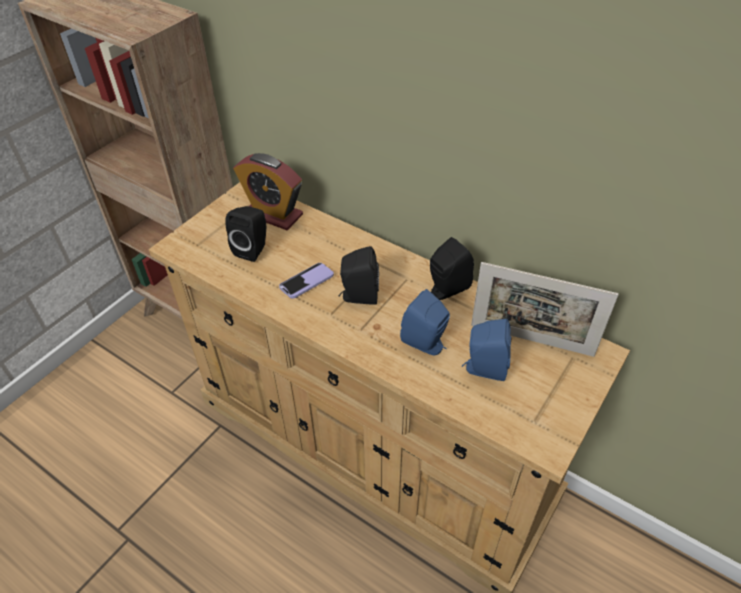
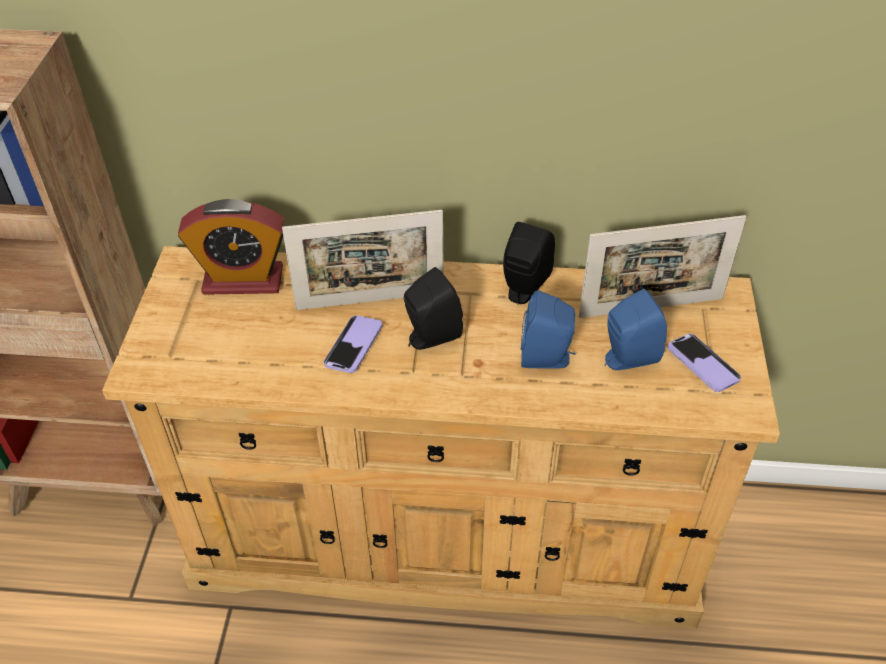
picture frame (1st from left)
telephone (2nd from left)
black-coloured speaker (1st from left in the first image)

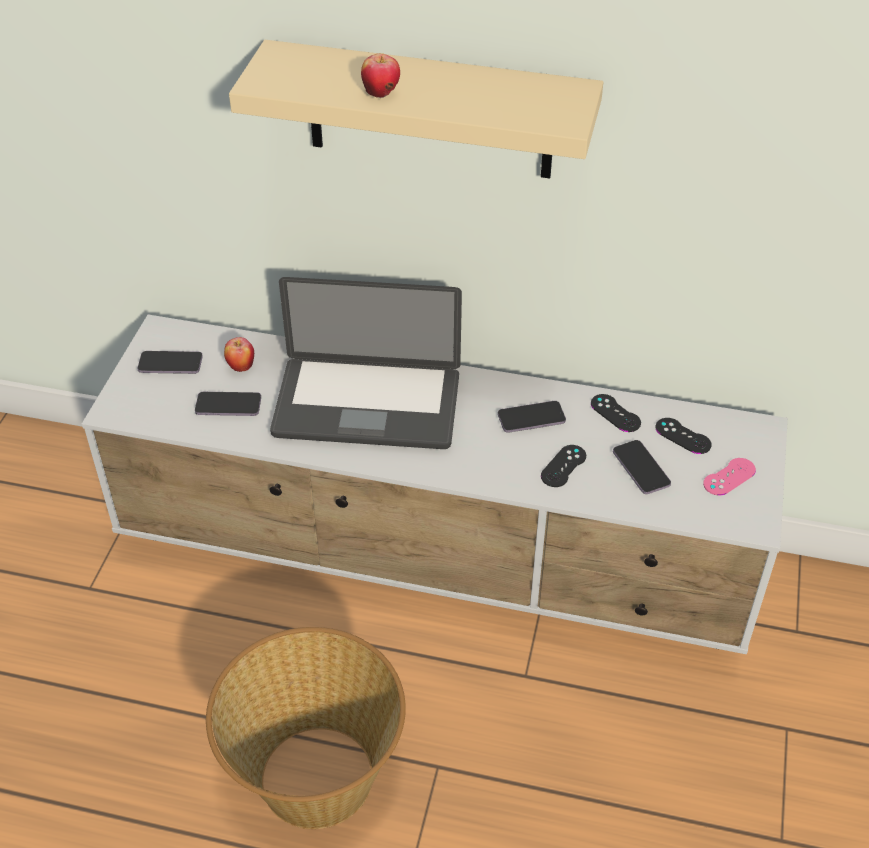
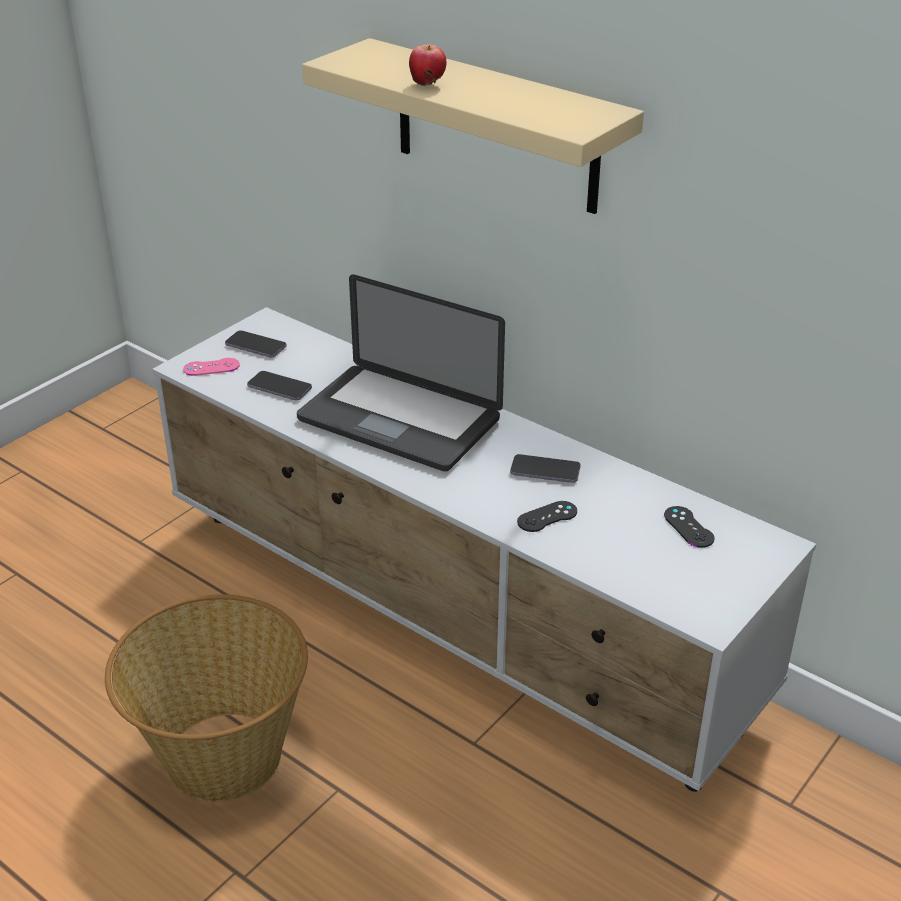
pink-coloured game controller
apple (1st from left in the first image)
black-coloured game controller (2nd from left in the first image)
telephone (4th from left in the first image)

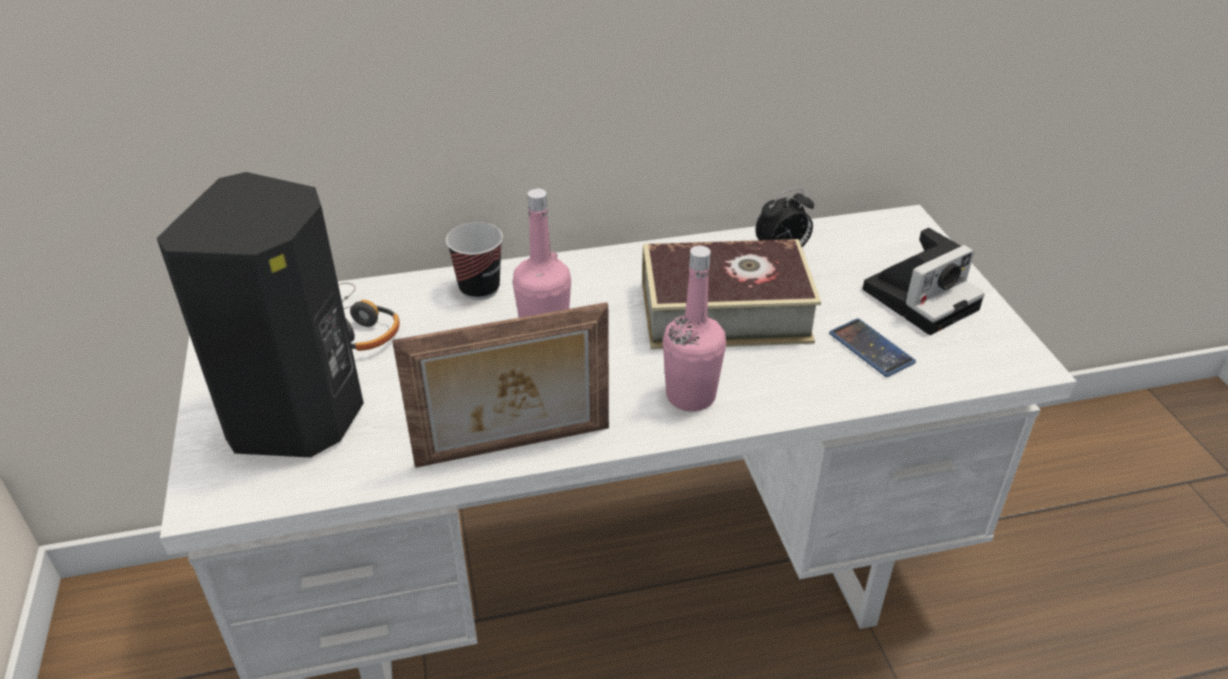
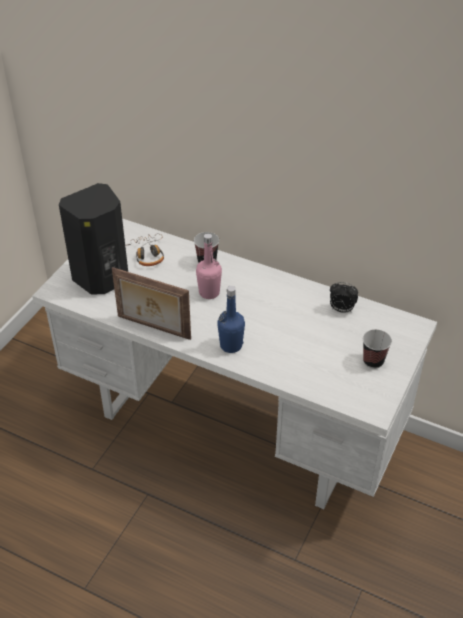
blue bottle
cup (2nd from left)
book
telephone

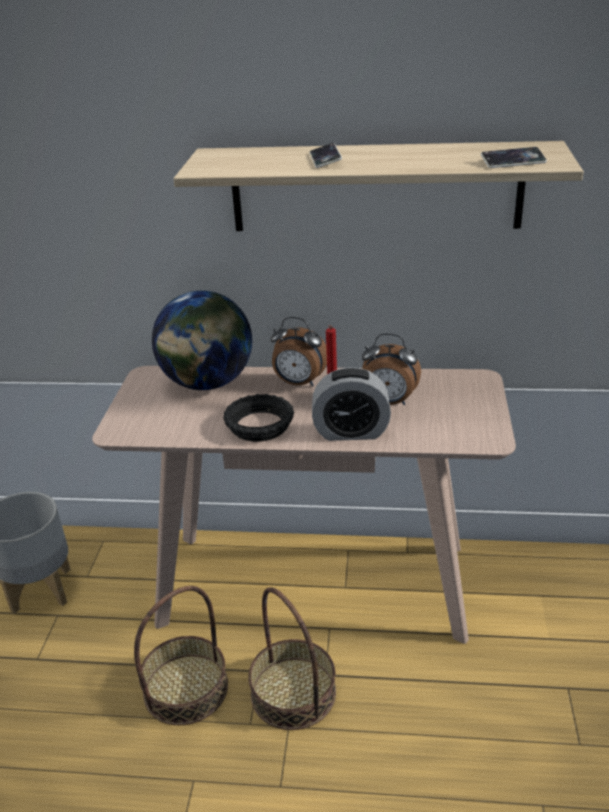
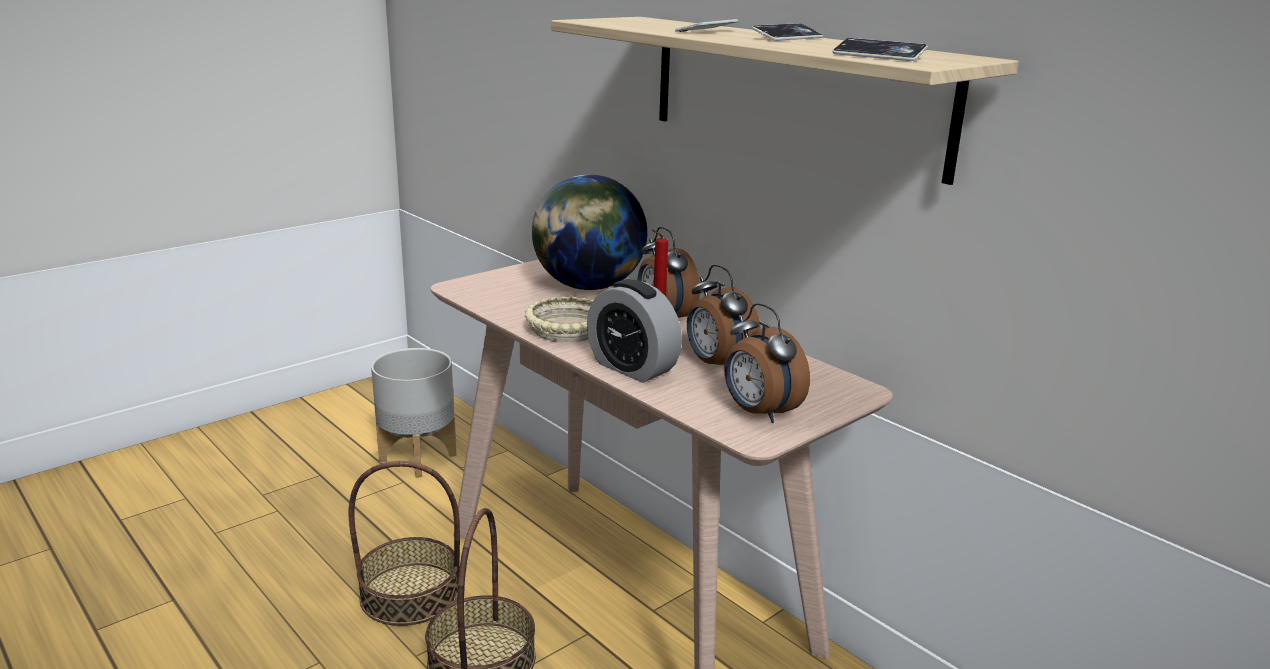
beige-coloured bowl
bedside clock (4th from left)
telephone (2nd from left)

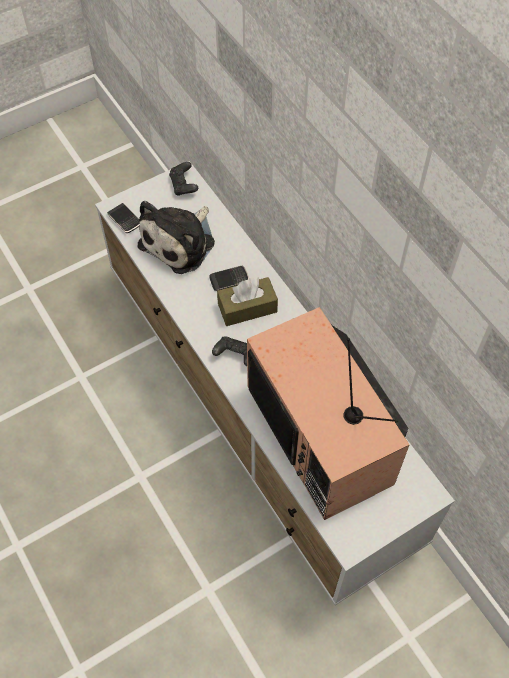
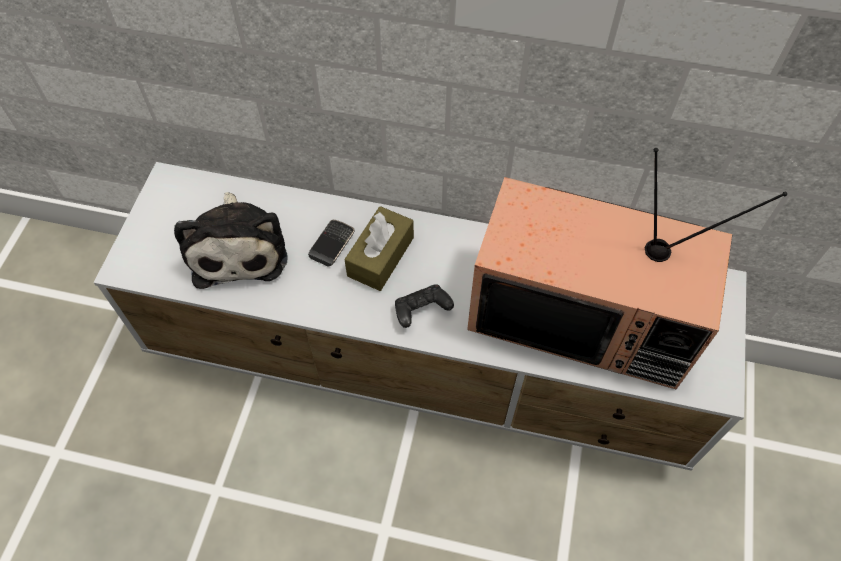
telephone (1st from left in the first image)
black-coloured game controller (1st from left in the first image)

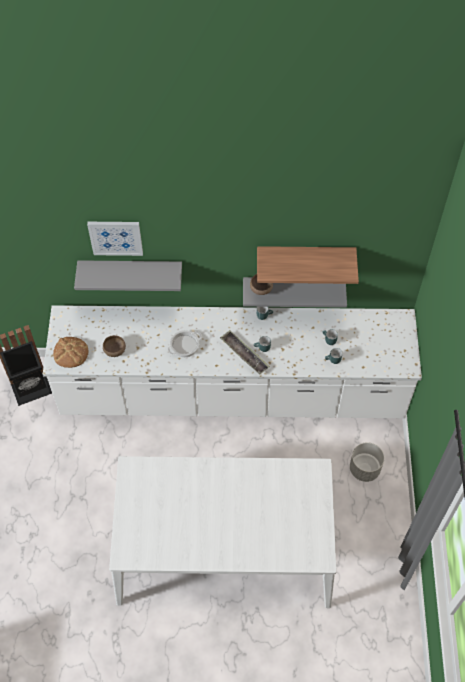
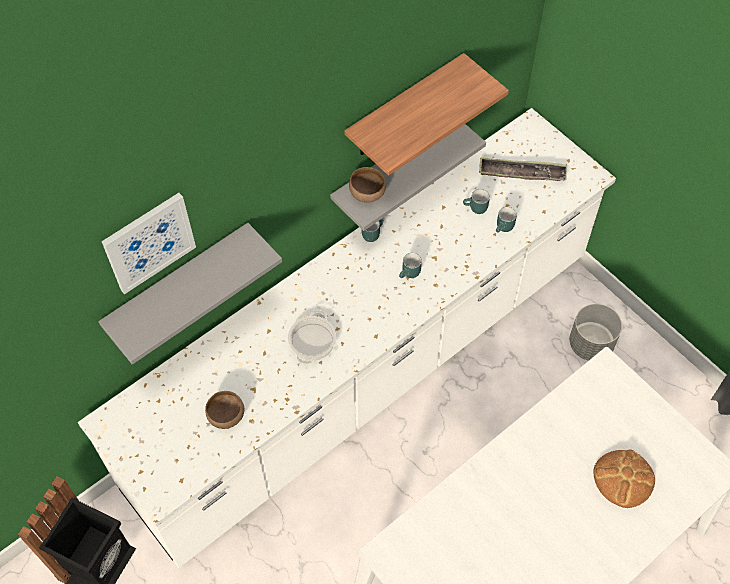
tray
bakery bread

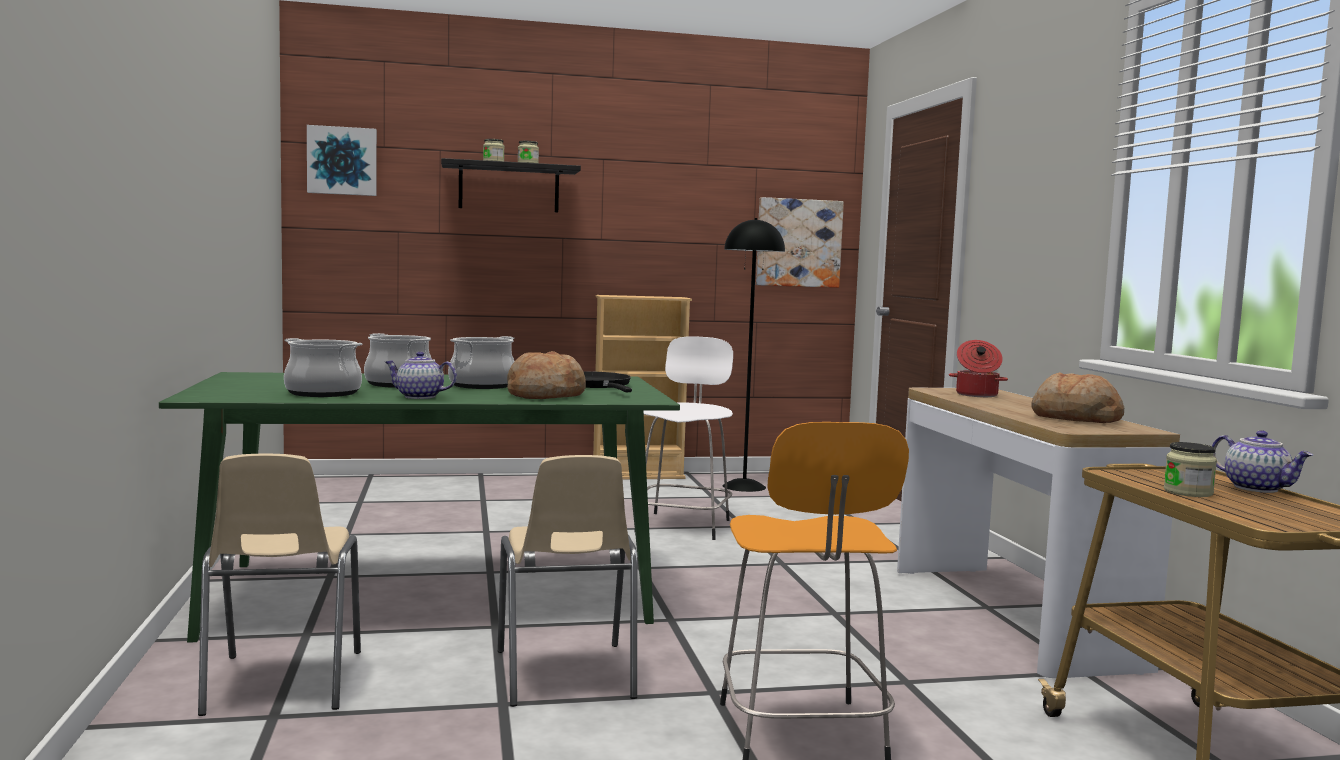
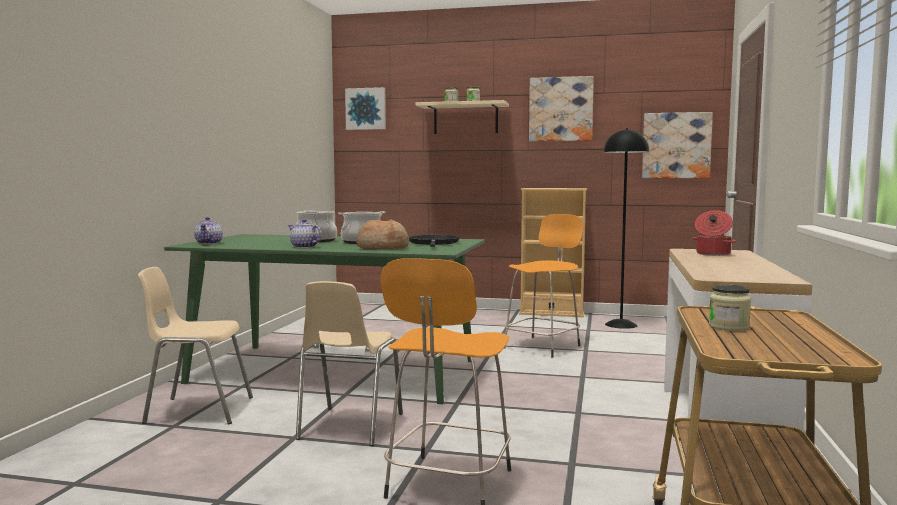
beige-coloured plain chair (1st from left)
tea pot (1st from left)
beige-coloured shelf
orange stool seat (2nd from left)
wall art (2nd from left)
cooking pot (1st from left in the first image)
bakery bread (2nd from left in the first image)

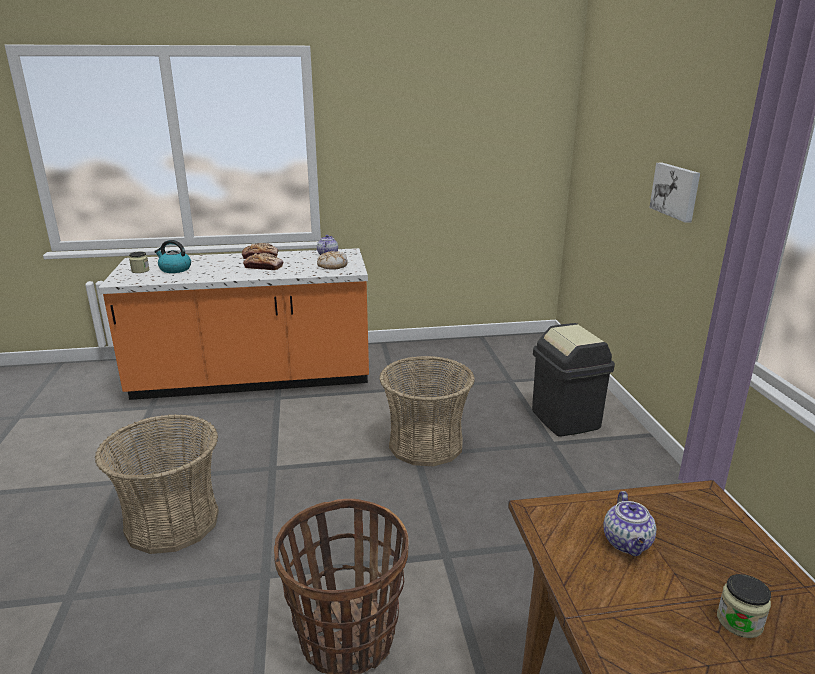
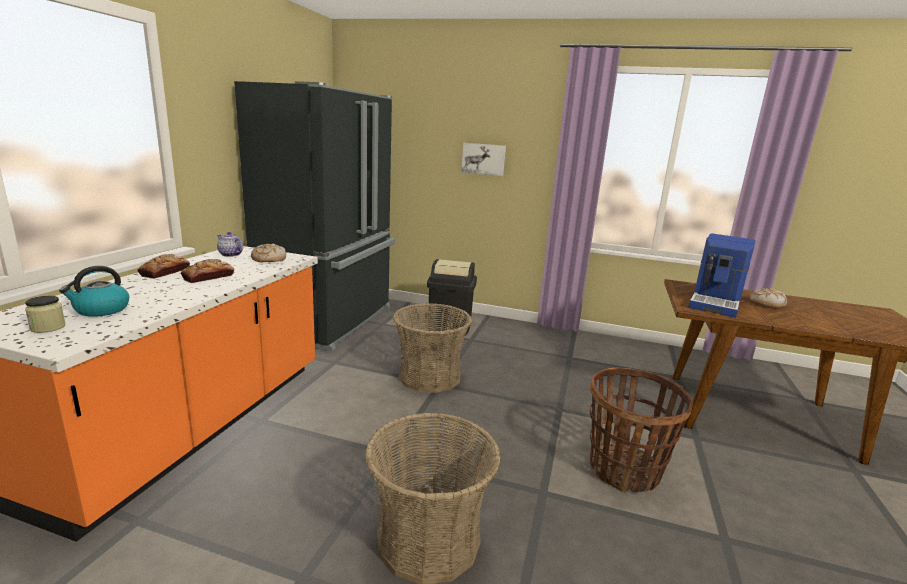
black-coloured refrigerator
coffee machine
bakery bread (4th from left)

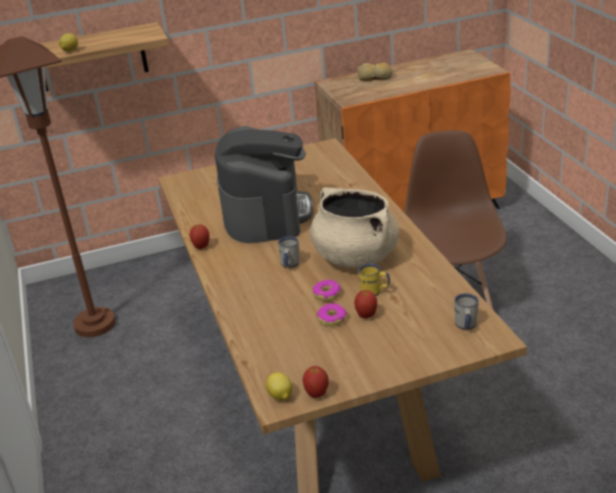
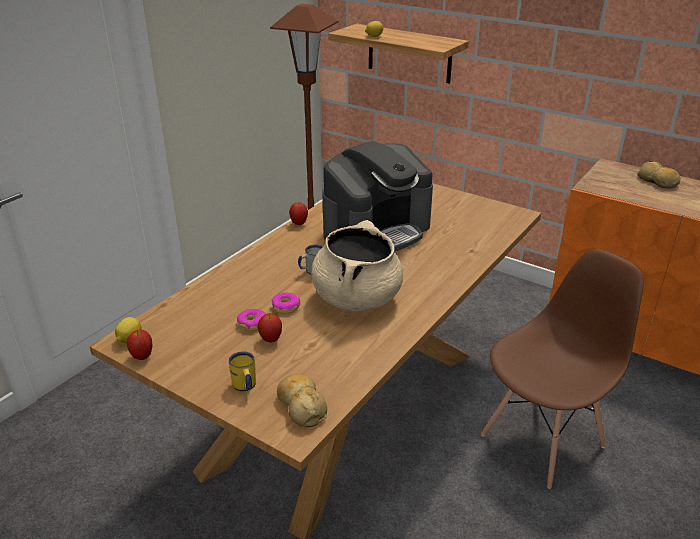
yellow coffee mug
bakery bread (1st from left)

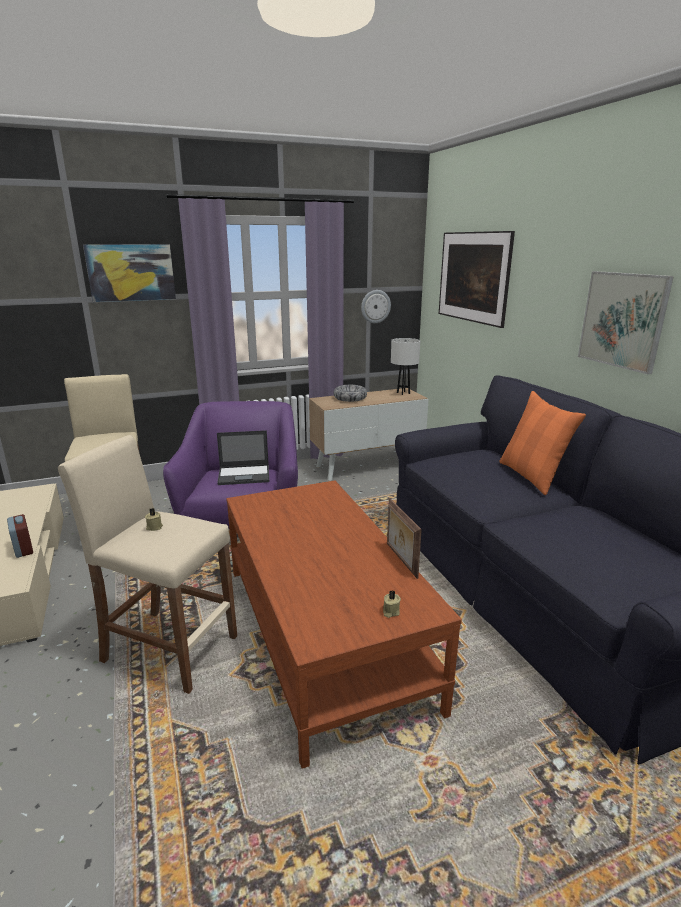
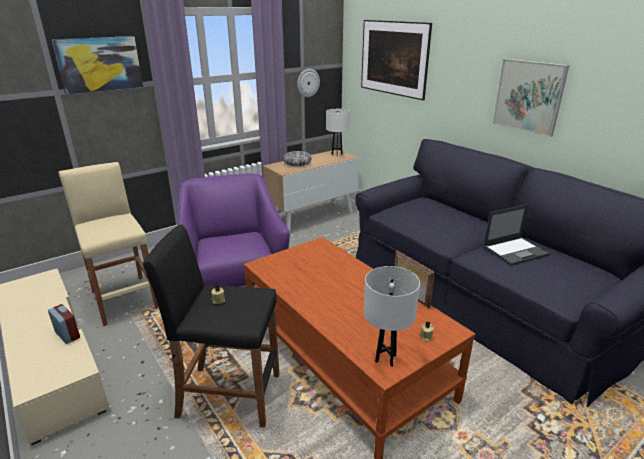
black-coloured stool seat
whitish tabletop lamp (2nd from left)
laptop
orange cushion

